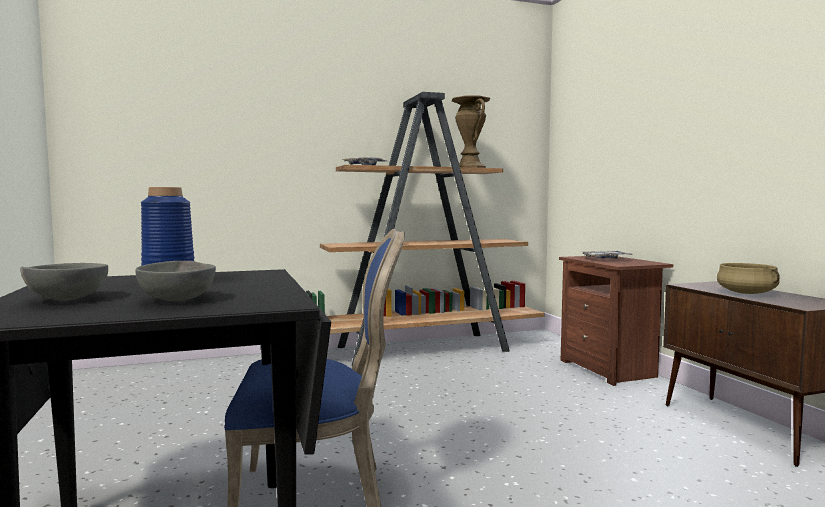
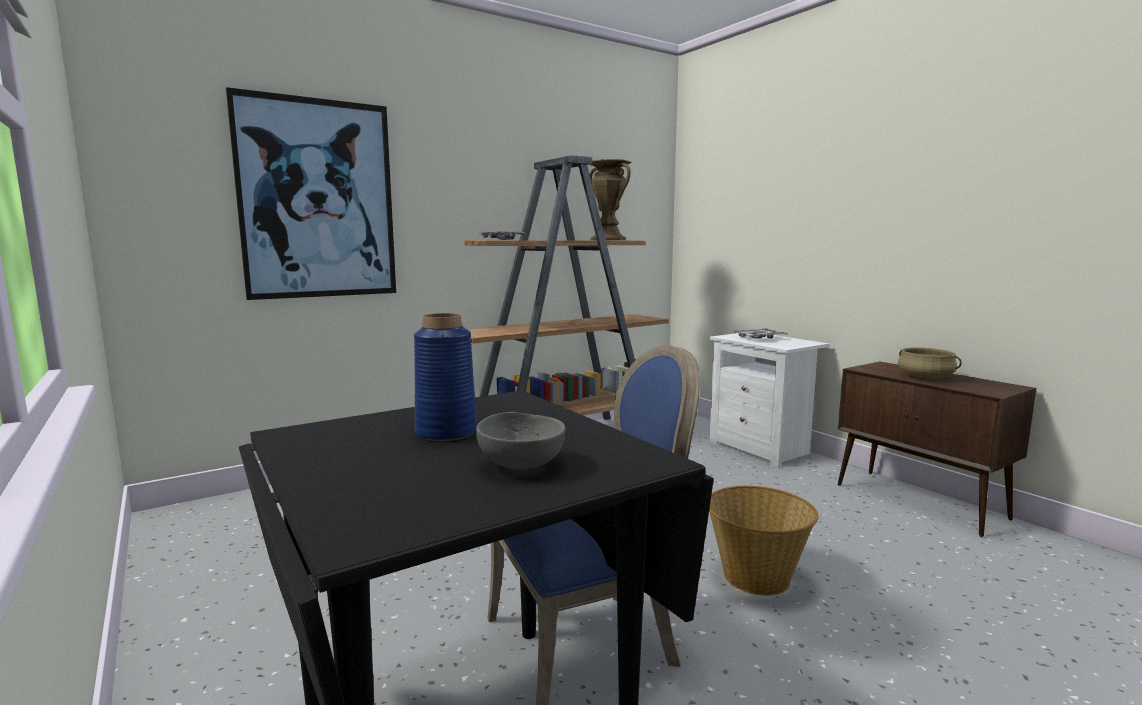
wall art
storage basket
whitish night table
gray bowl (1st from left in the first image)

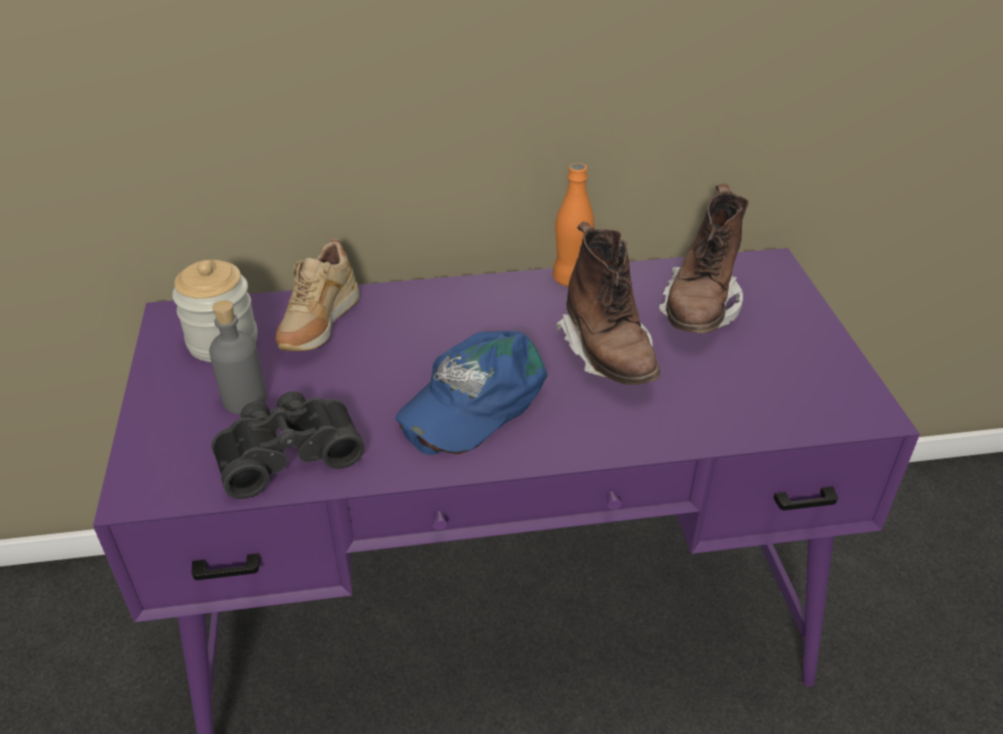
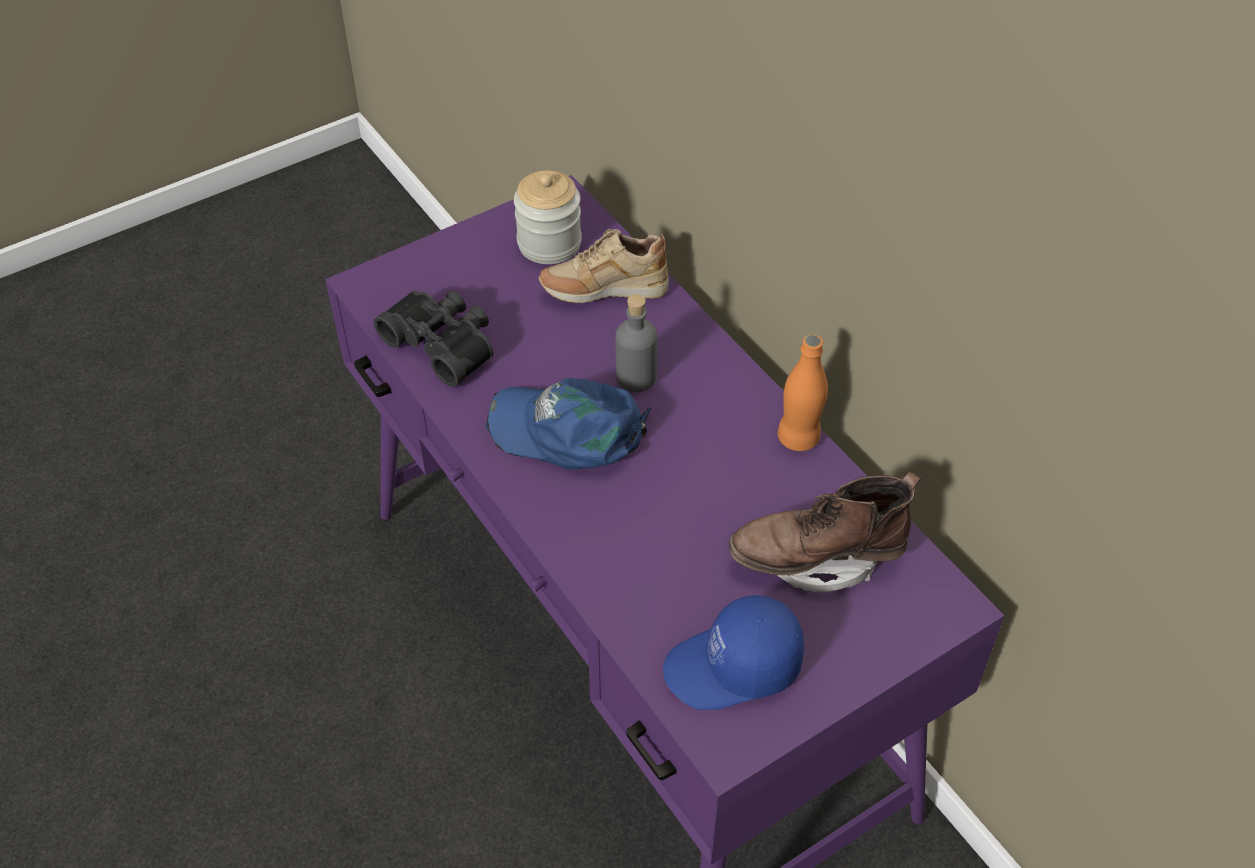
gray bottle
blue cap (2nd from left)
brown-coloured boot (1st from left in the first image)

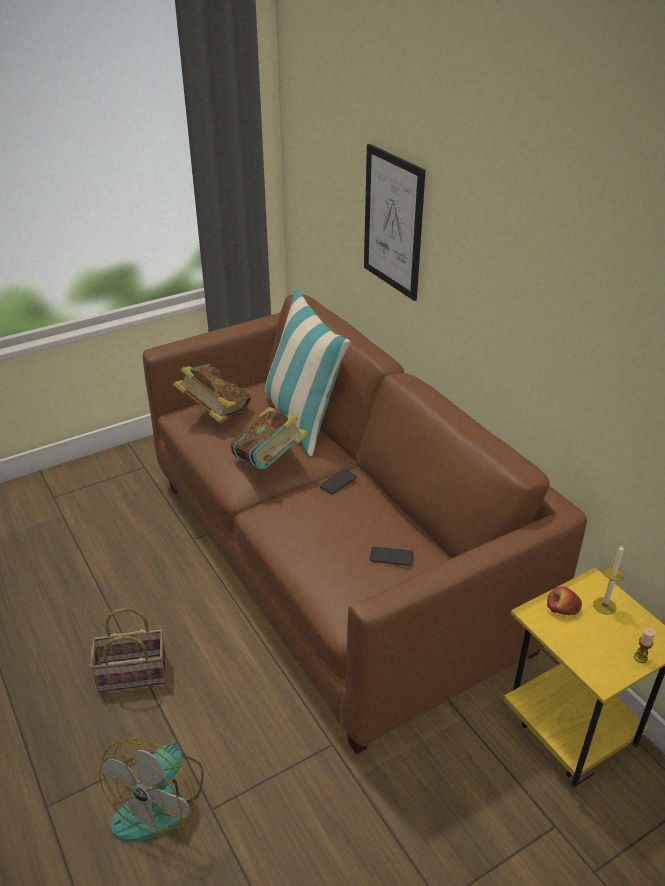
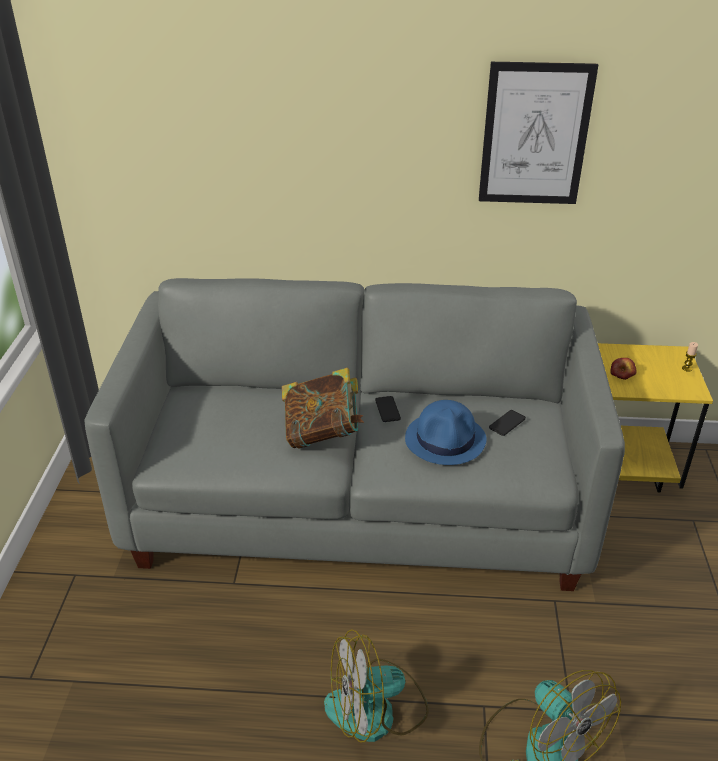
gray sofa
cooling fan (1st from left)
blue clothing hat
wall art
book (1st from left in the first image)
cushion
wax light (1st from left in the first image)

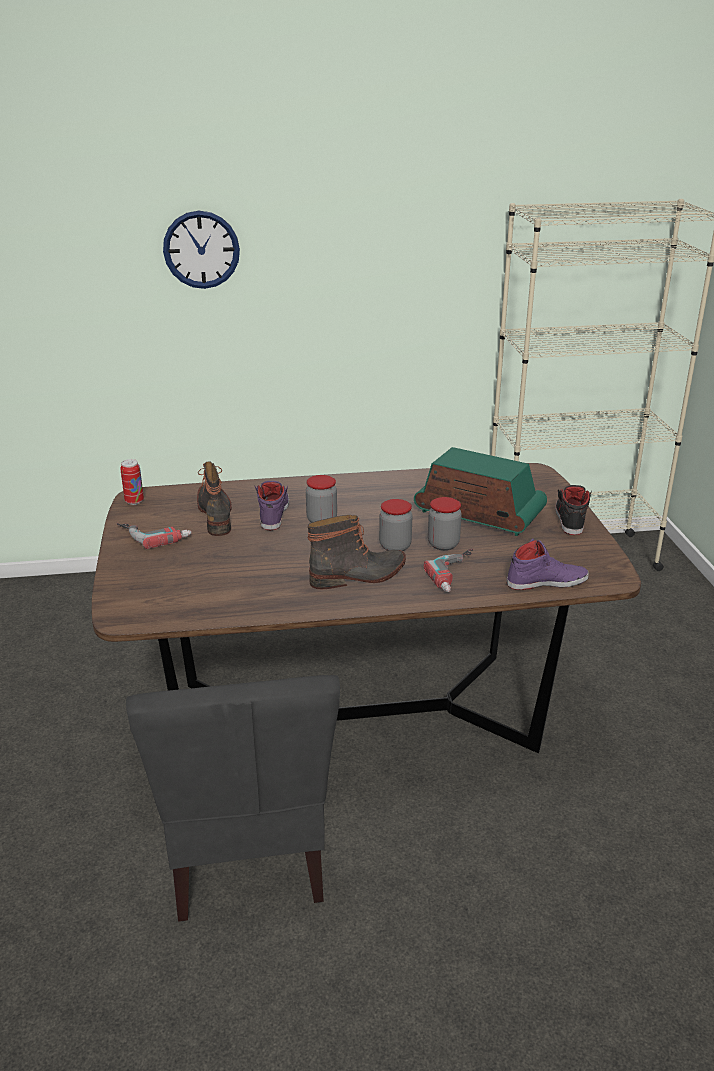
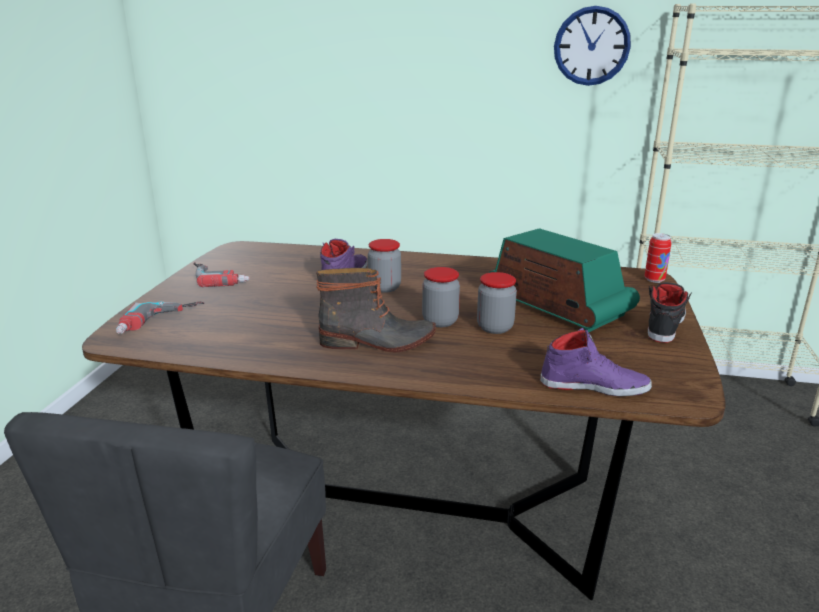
drill (1st from left)
clock on the wall
can
boot (1st from left in the first image)

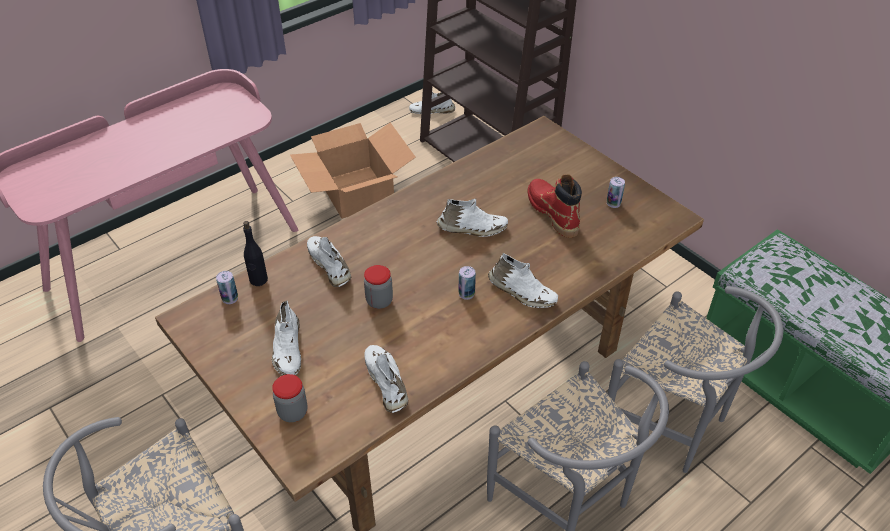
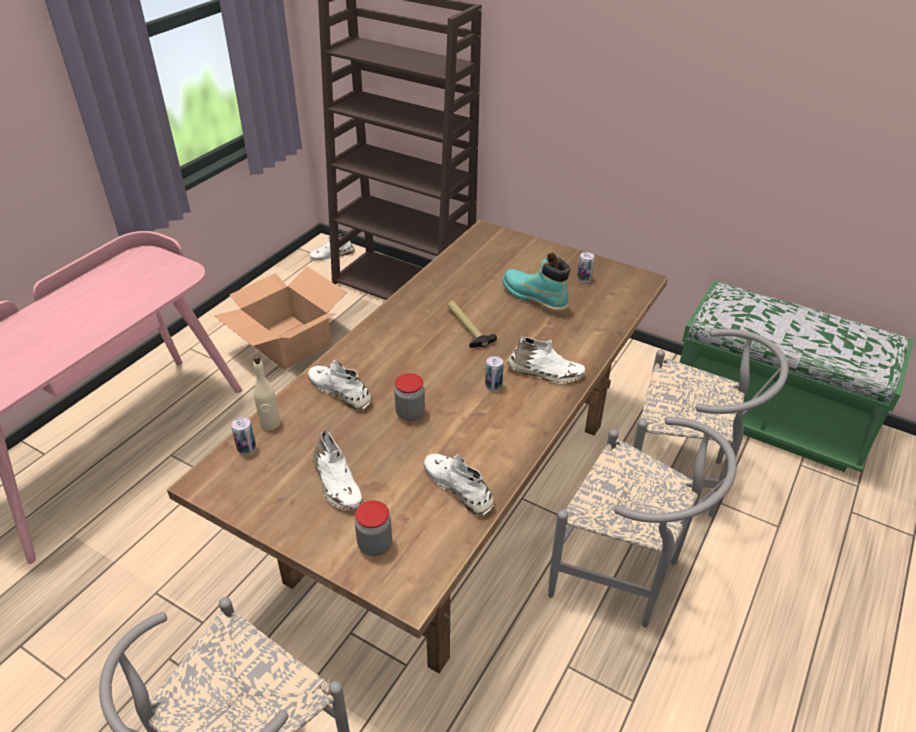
beige-coloured bottle
hand hammer
blue-green boot

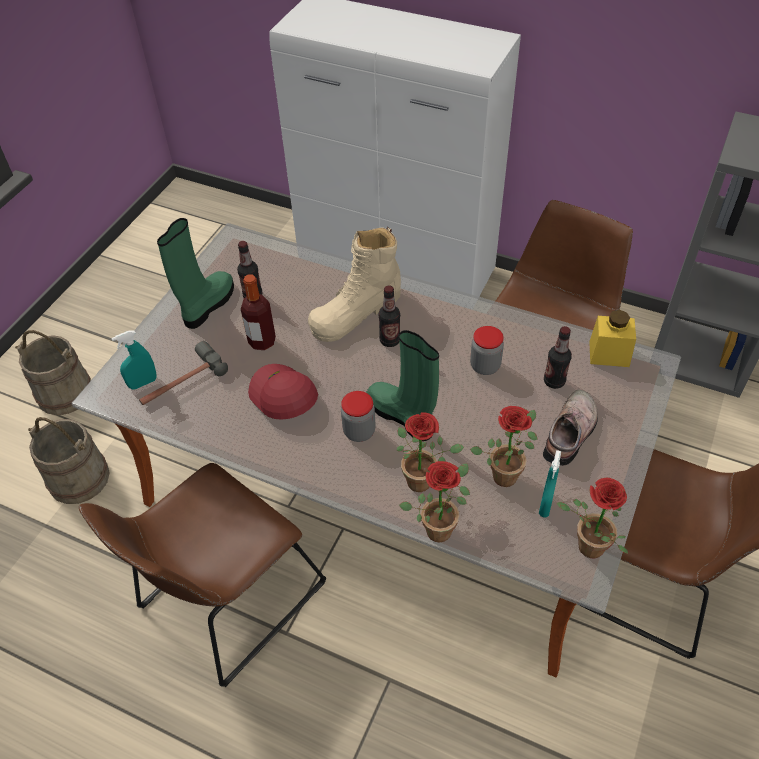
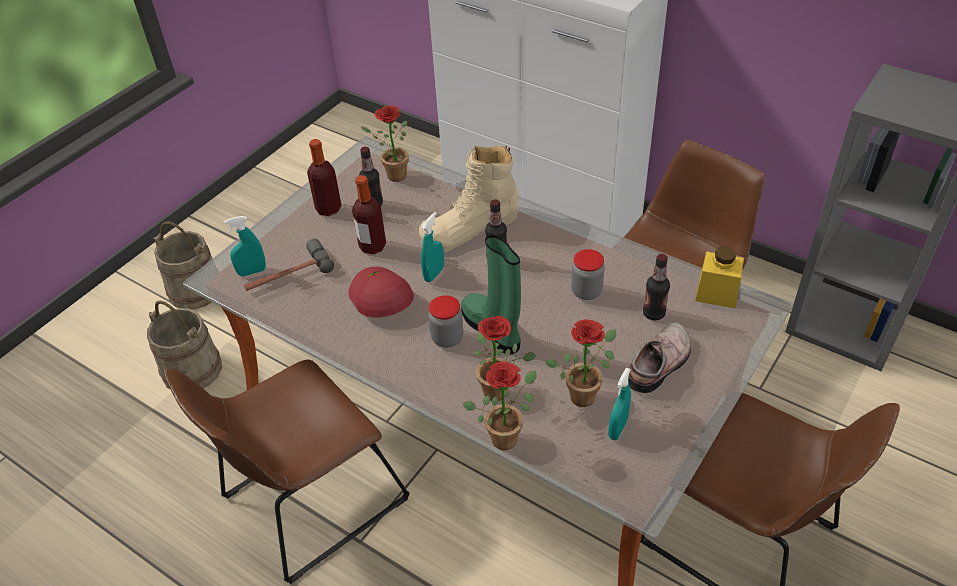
bottle (1st from left)
plant in a pot (1st from left)
blue-green sprayer (2nd from left)

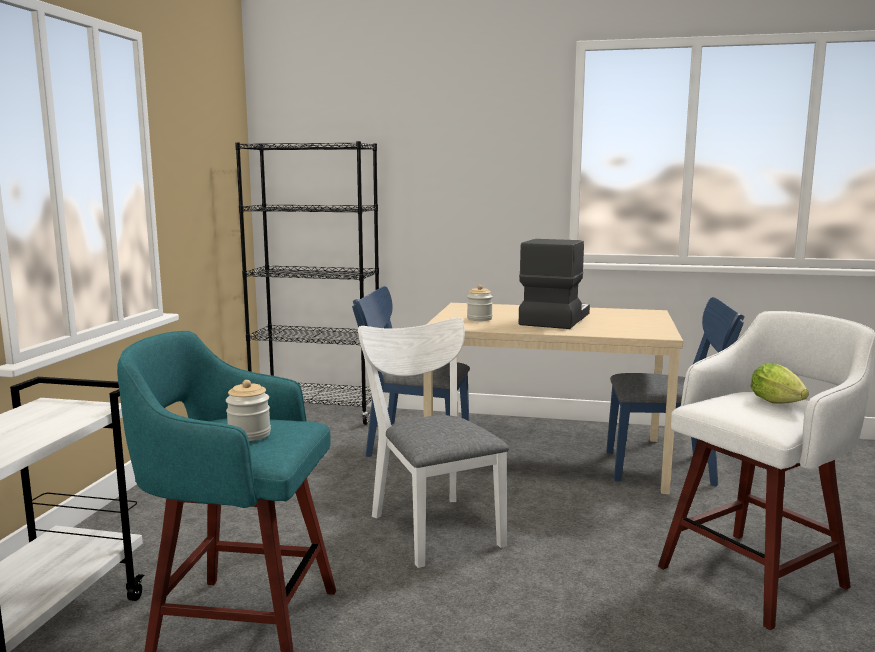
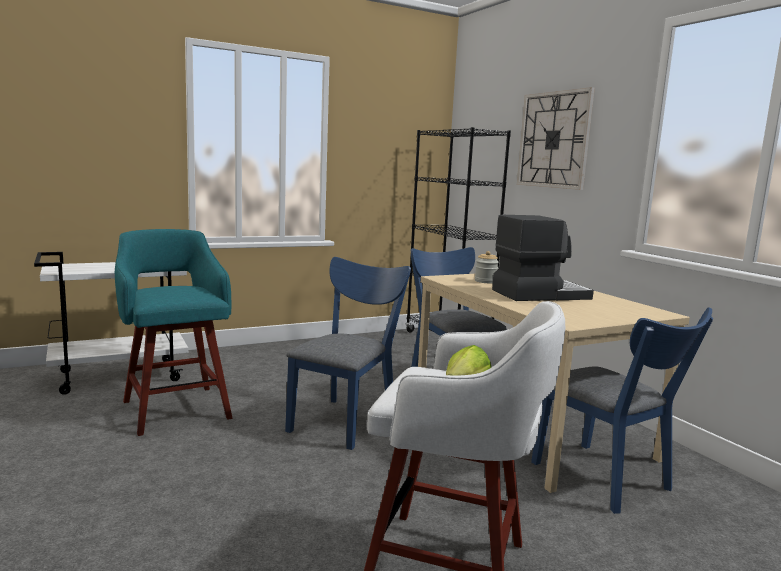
blue plain chair (1st from left)
clock on the wall
preserve jar (1st from left in the first image)

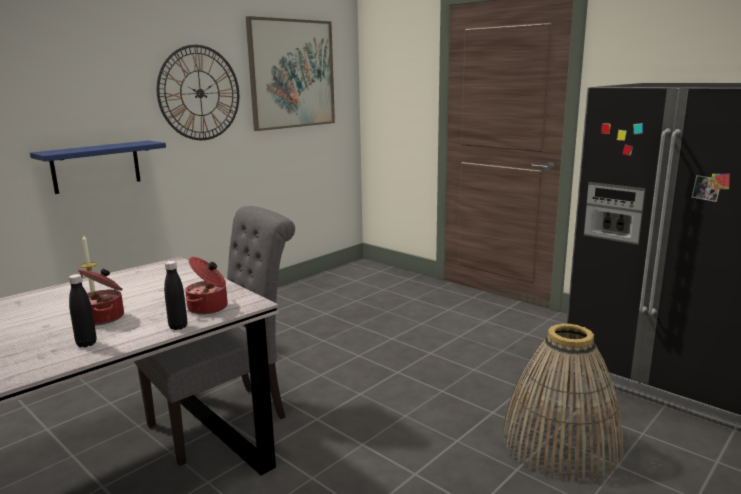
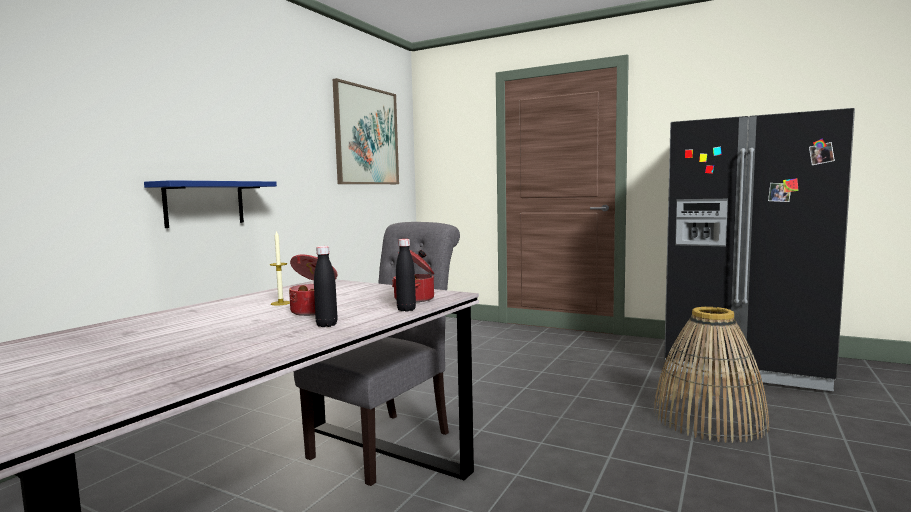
clock on the wall

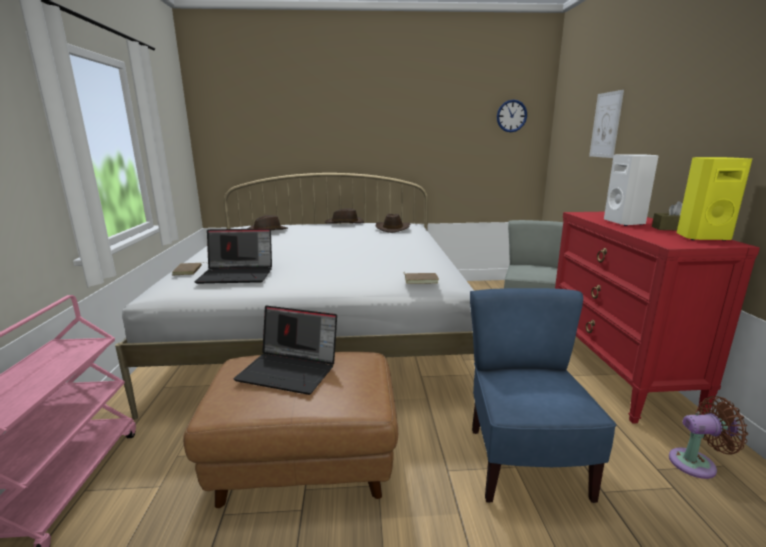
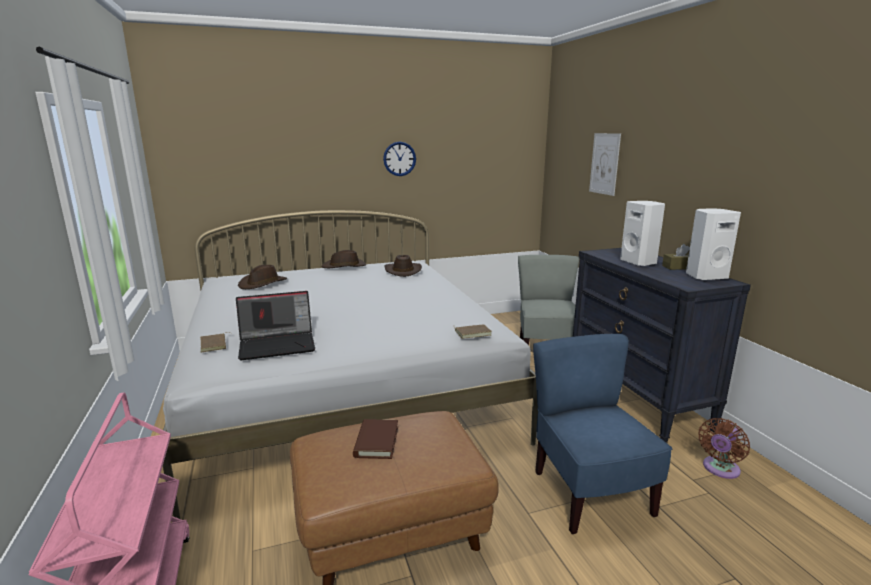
brown-coloured book (2nd from left)
clock on the wall
black-coloured chest of drawers
whitish speaker (2nd from left)
brown-coloured cooling fan

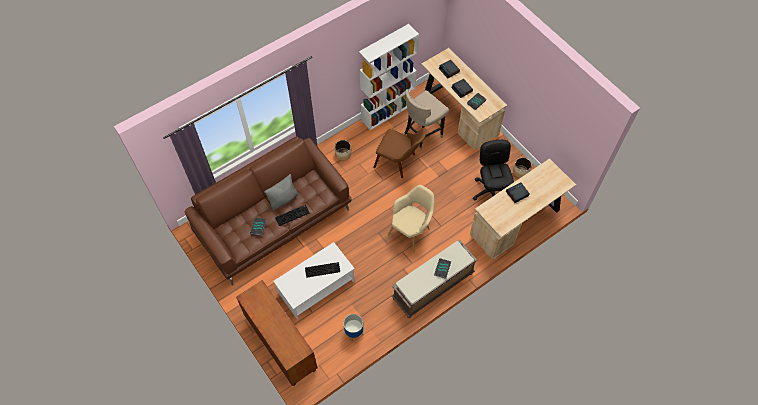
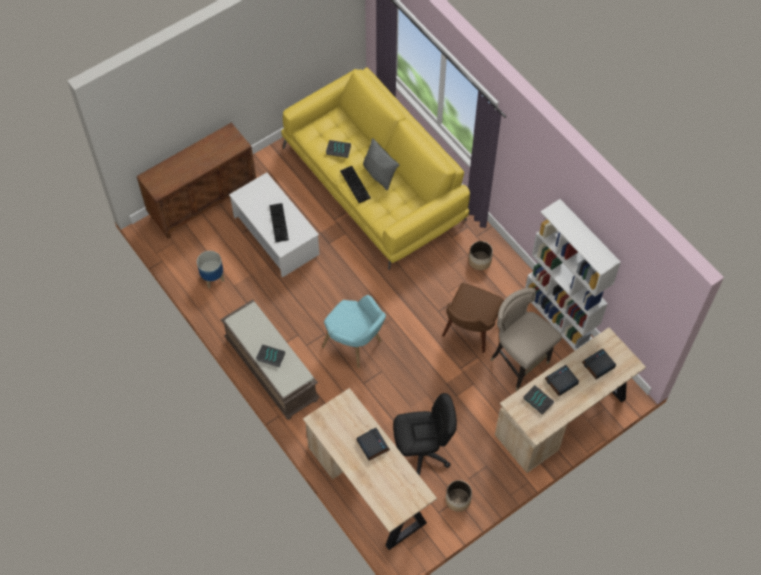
yellow sofa
blue-green easy chair

